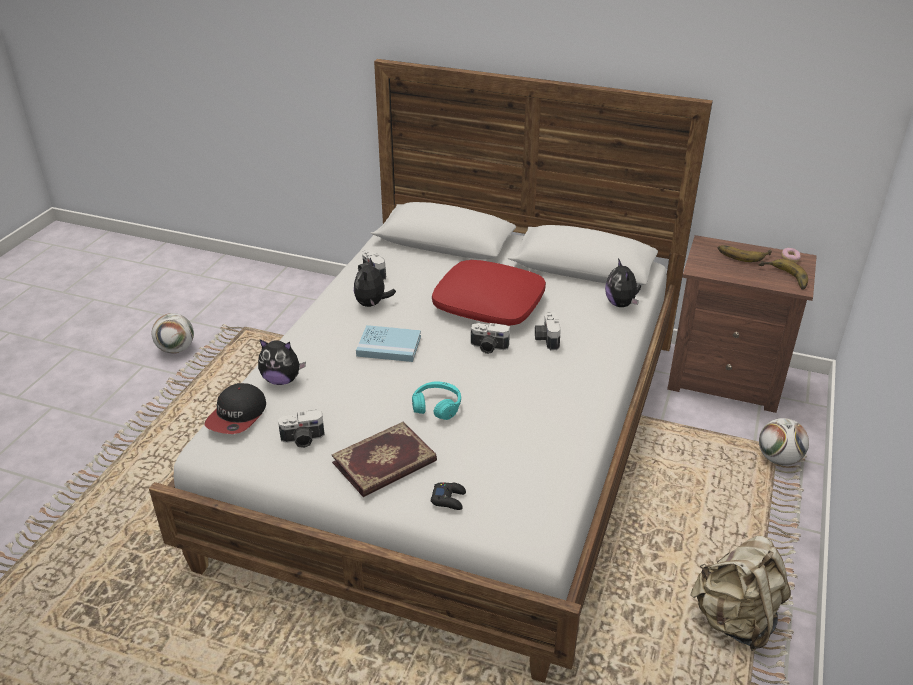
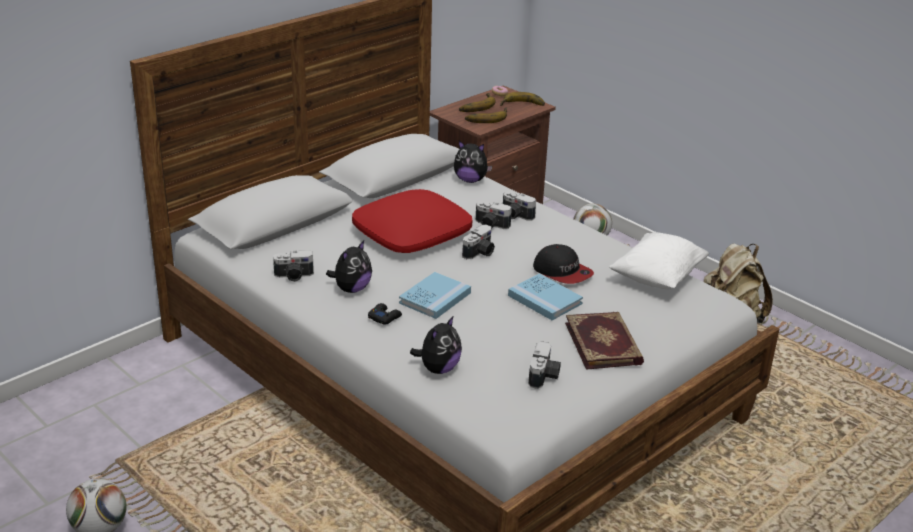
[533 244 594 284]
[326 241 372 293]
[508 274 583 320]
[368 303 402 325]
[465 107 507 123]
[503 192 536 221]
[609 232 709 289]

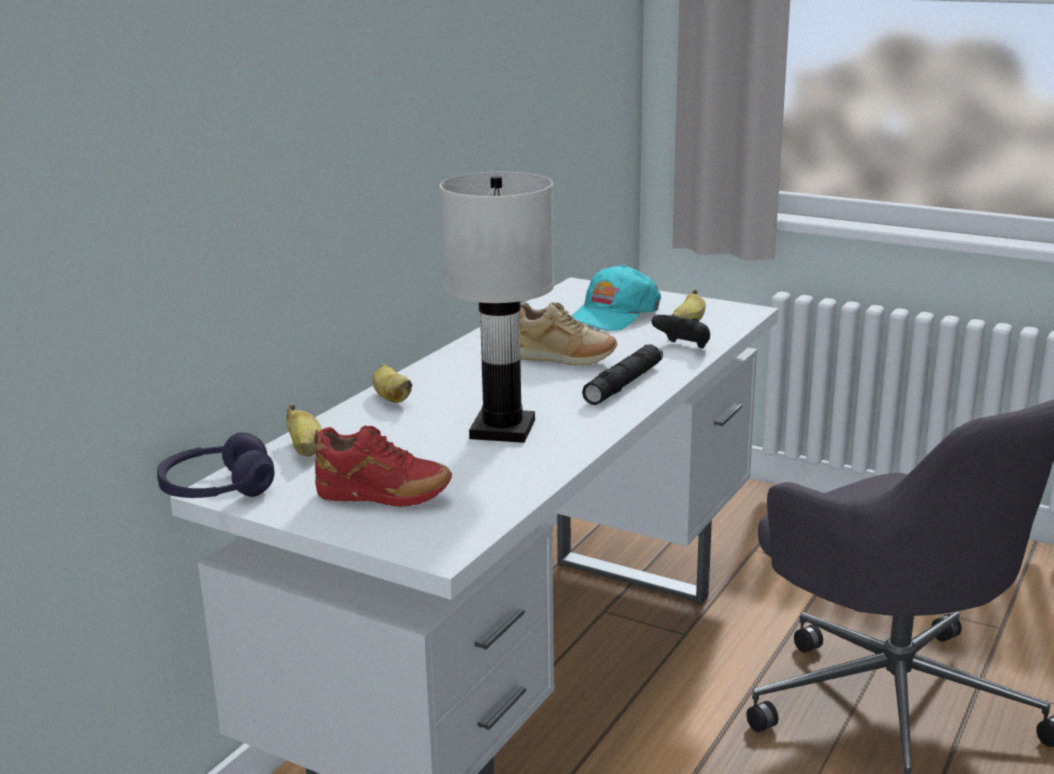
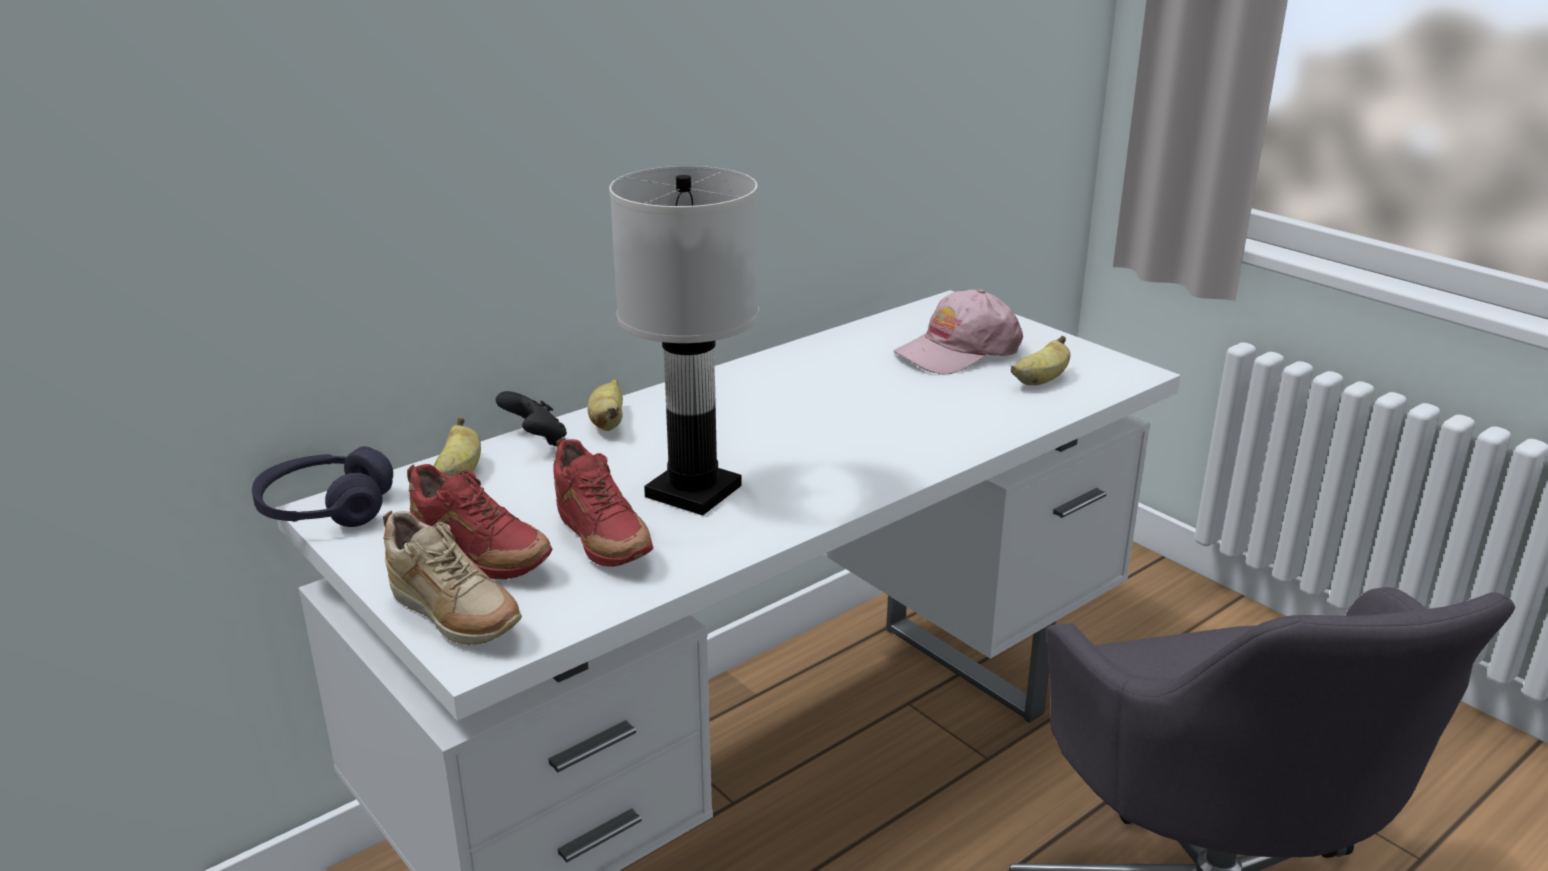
[383 511 522 645]
[894 289 1023 374]
[582 344 663 405] (first image)
[496 391 567 446]
[553 437 653 567]

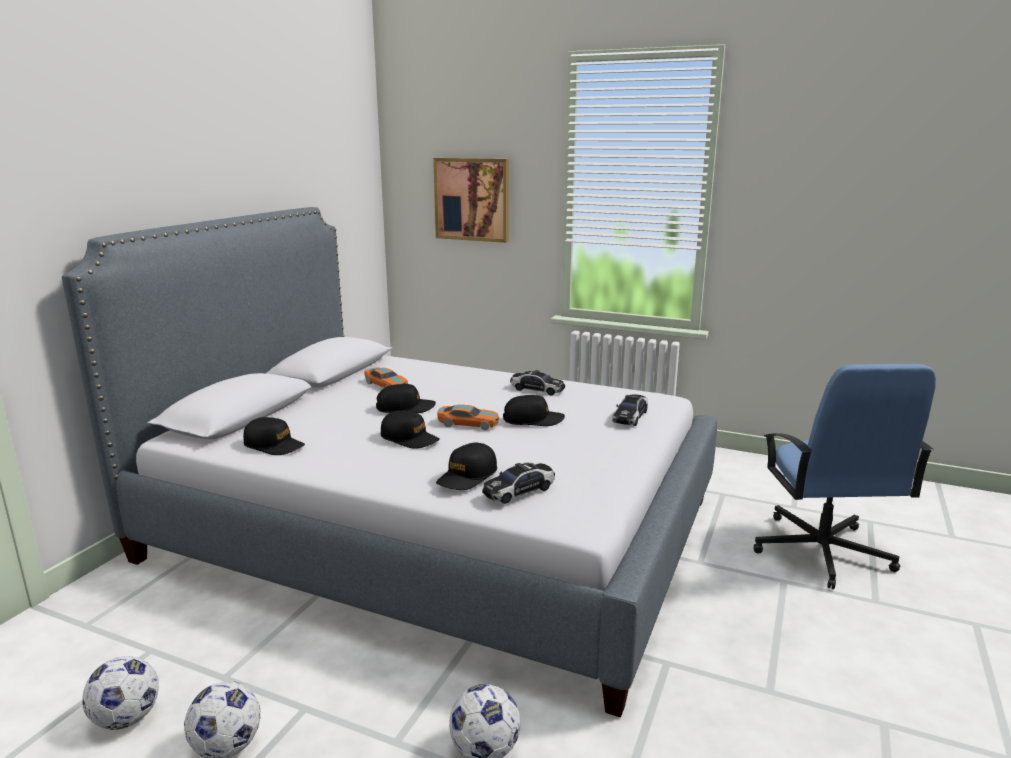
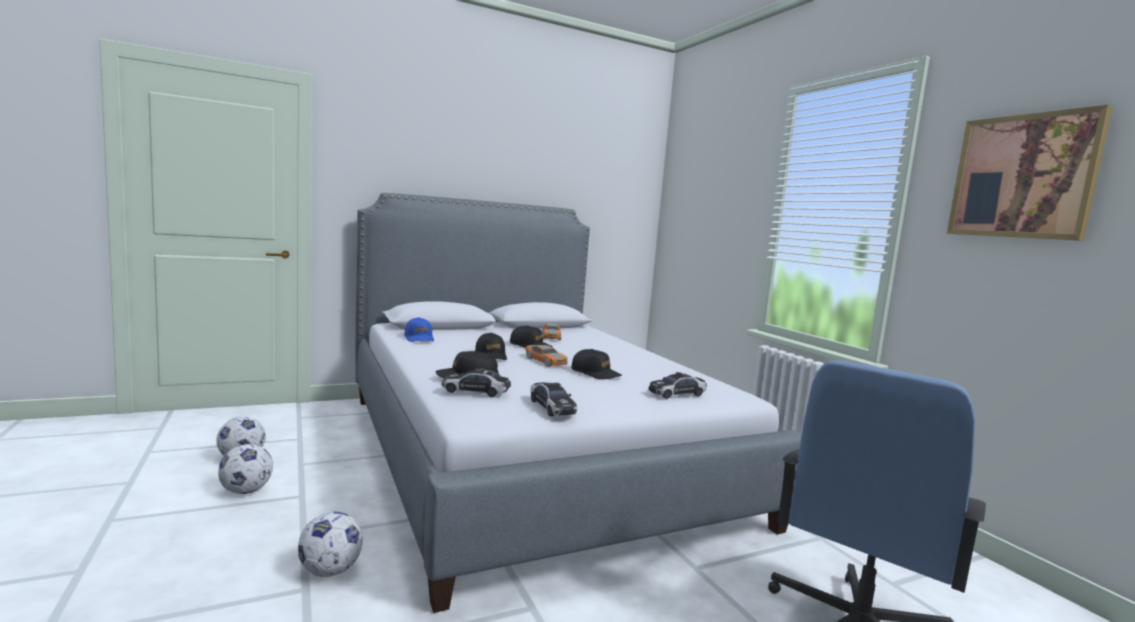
[404 317 434 342]
[947 105 1113 241]
[530 382 577 416]

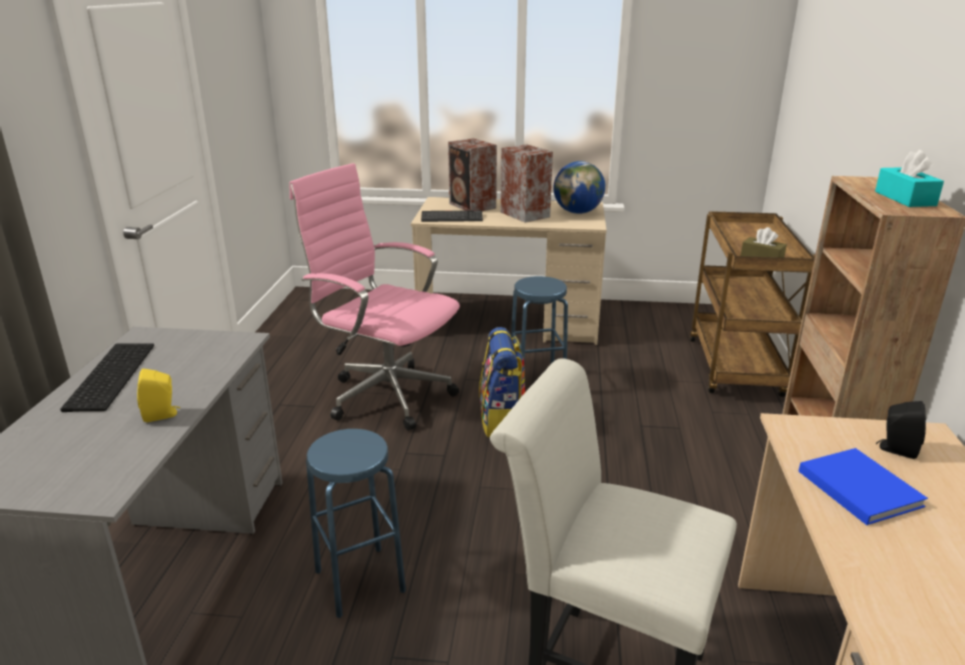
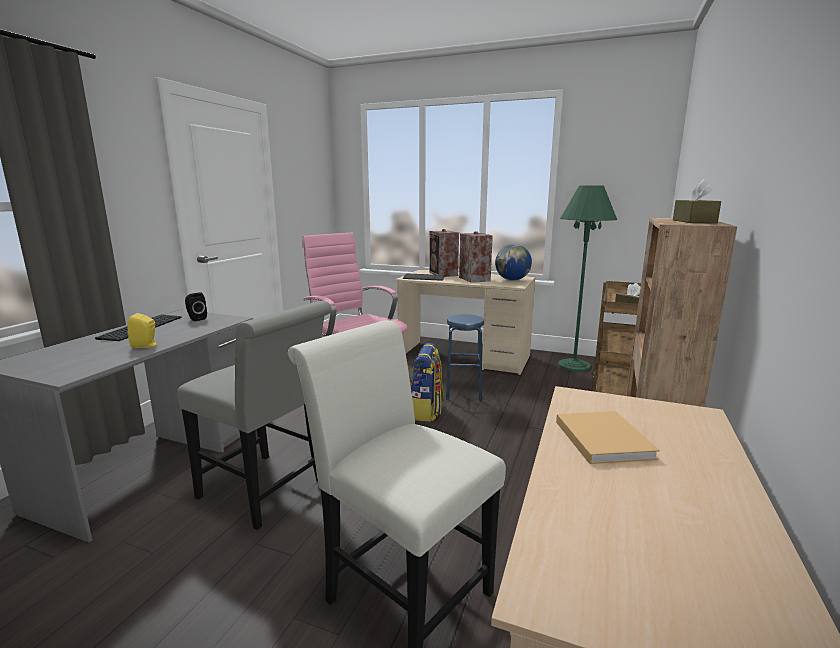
[177 301 332 530]
[556 411 660 464]
[673 180 721 223]
[185 292 207 321]
[558 185 617 372]

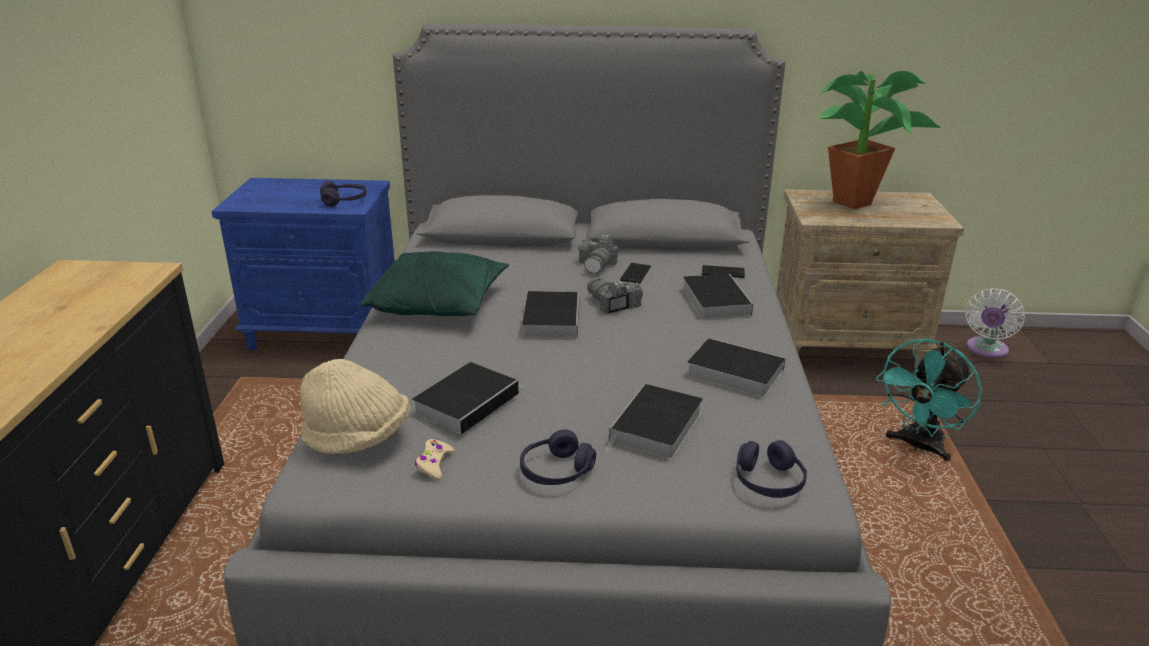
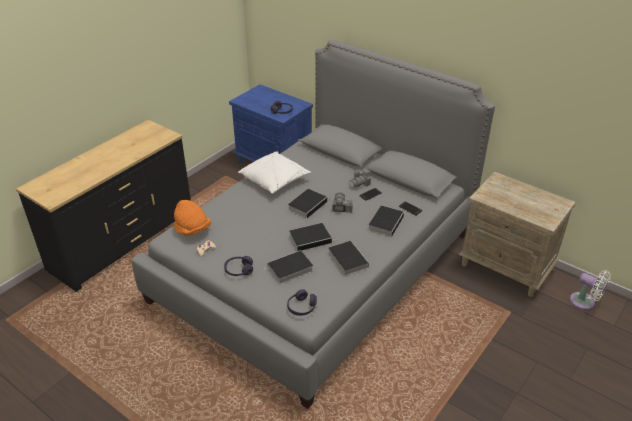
[174 200 211 236]
[238 151 311 194]
[289 223 337 251]
[818 71 942 210] (first image)
[876 339 982 461] (first image)
[570 270 611 310]

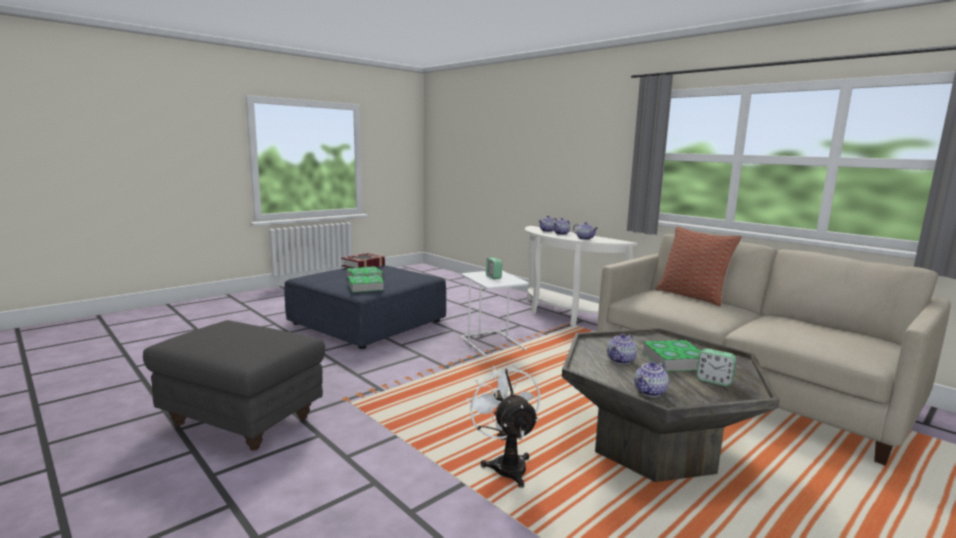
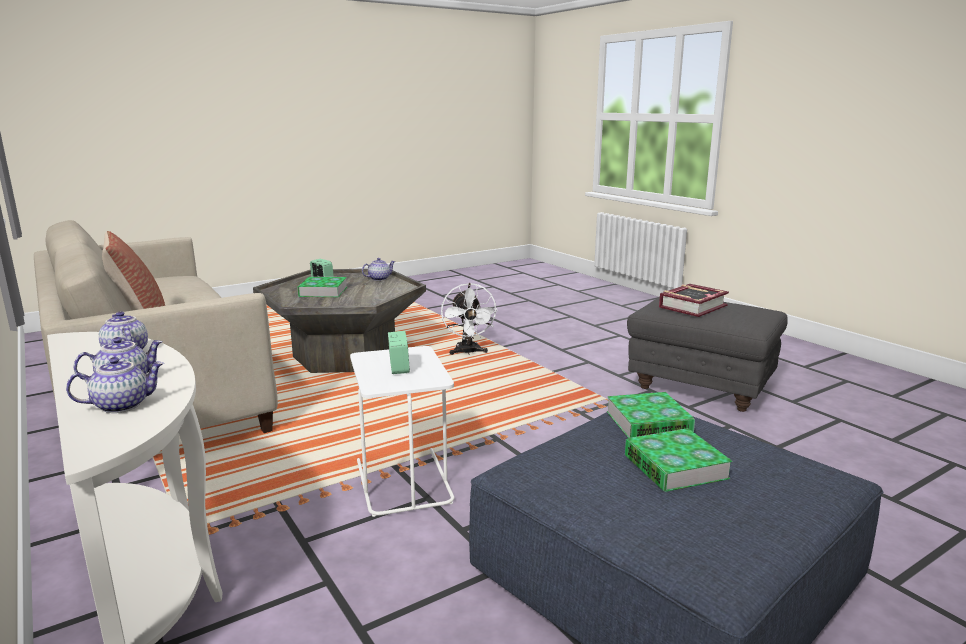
[659 284 729 317]
[607 333 637 364] (first image)

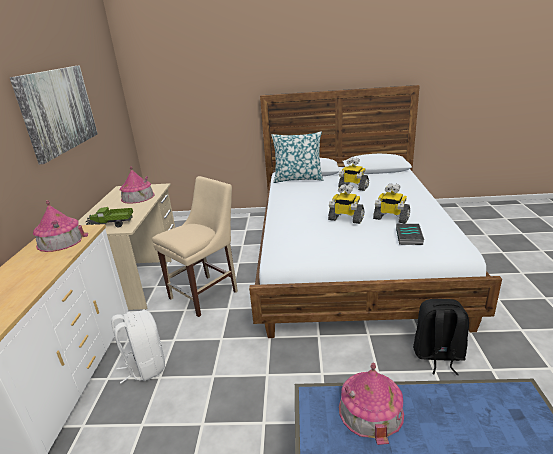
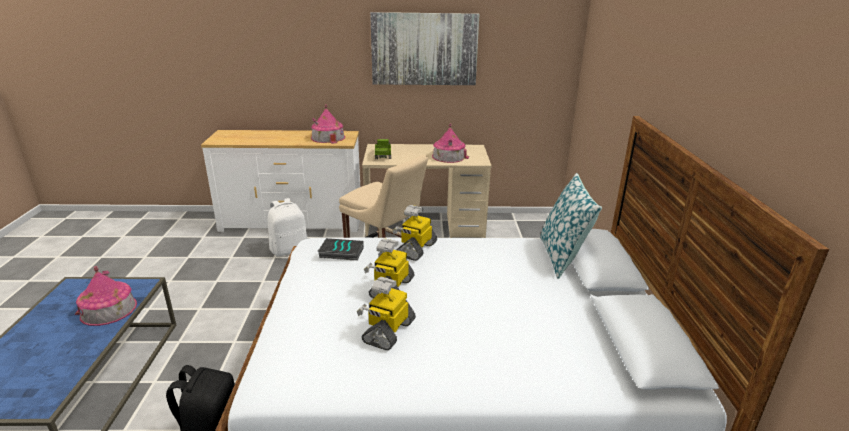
[393 205 437 261]
[318 238 364 261]

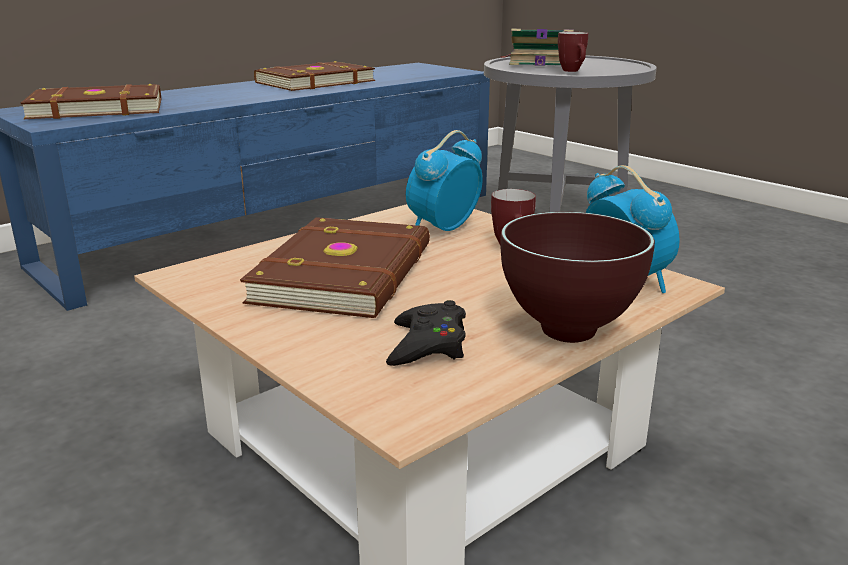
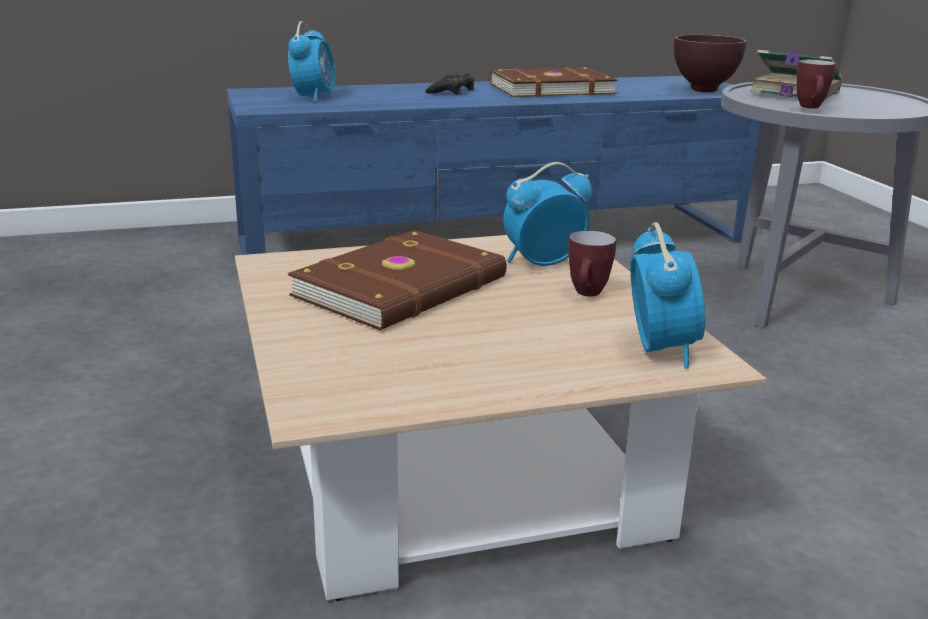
[288 21 335 102]
[425 73 474 95]
[674 35 747 92]

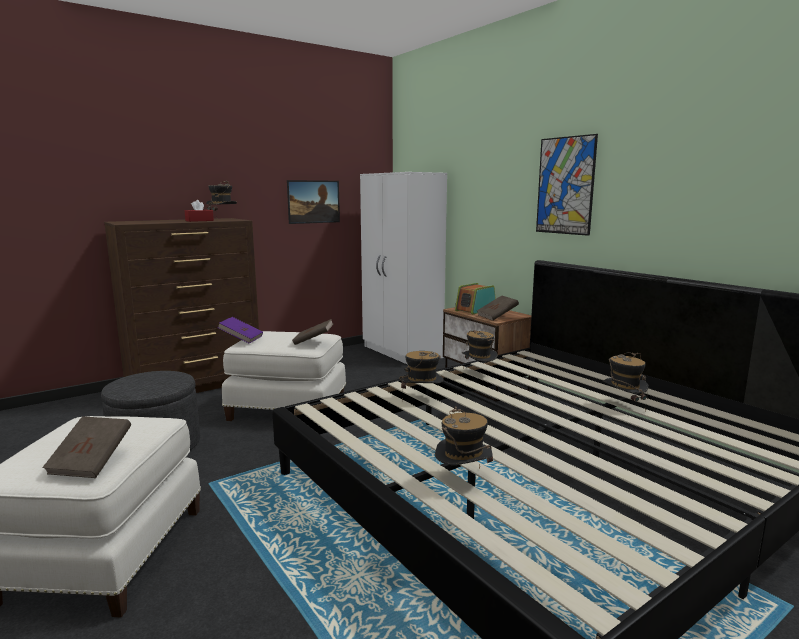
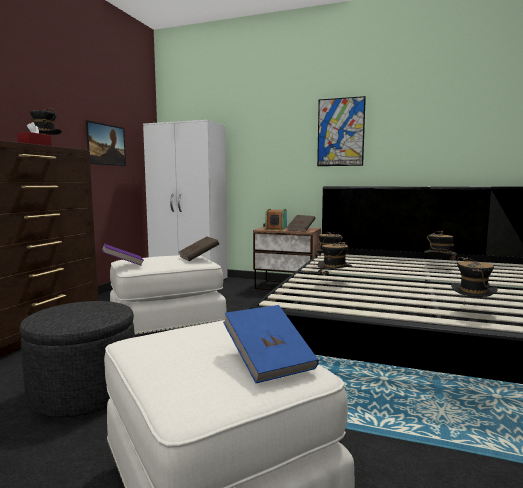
[223 305 319 383]

